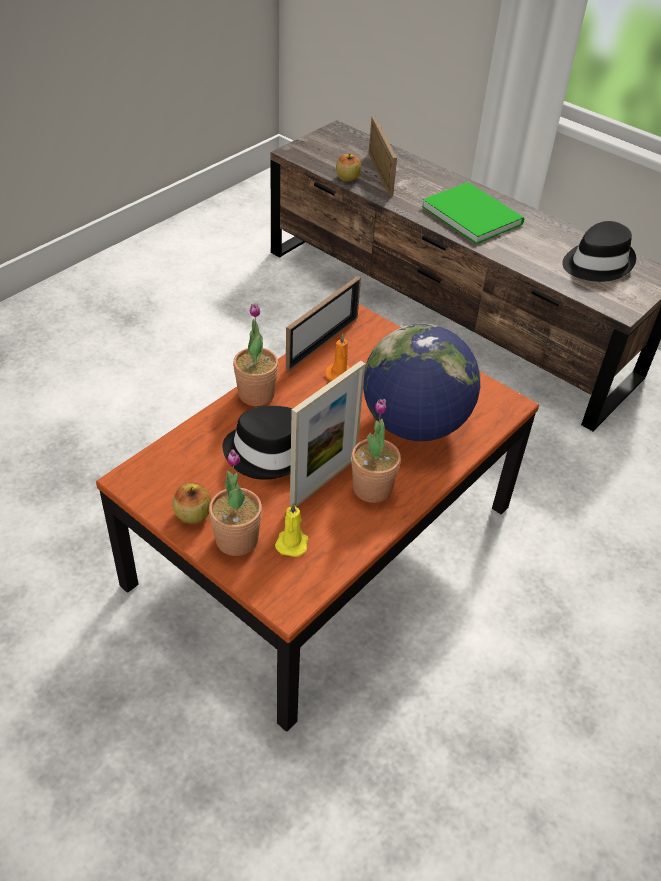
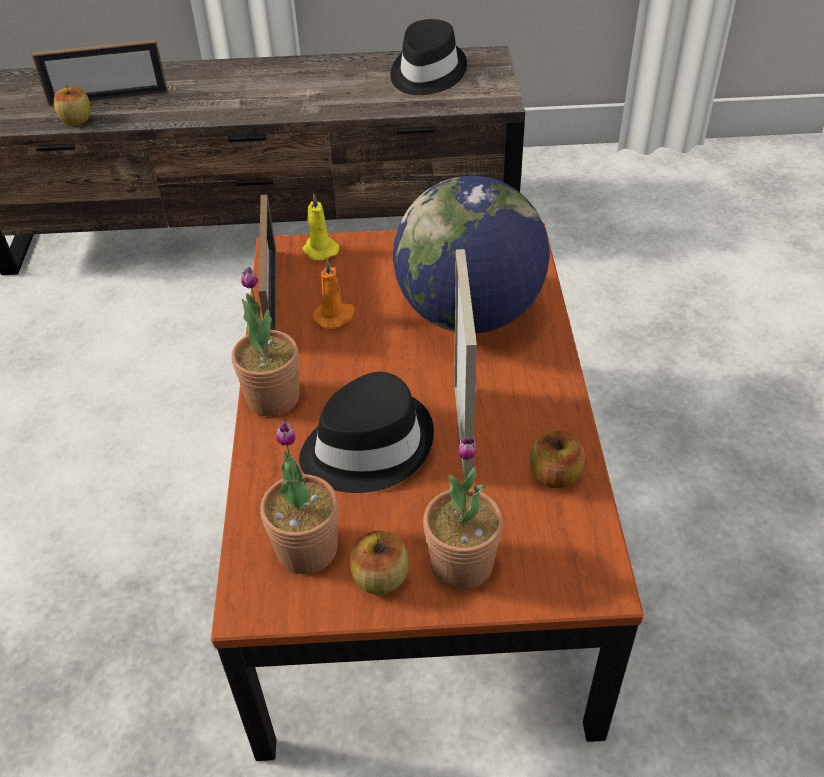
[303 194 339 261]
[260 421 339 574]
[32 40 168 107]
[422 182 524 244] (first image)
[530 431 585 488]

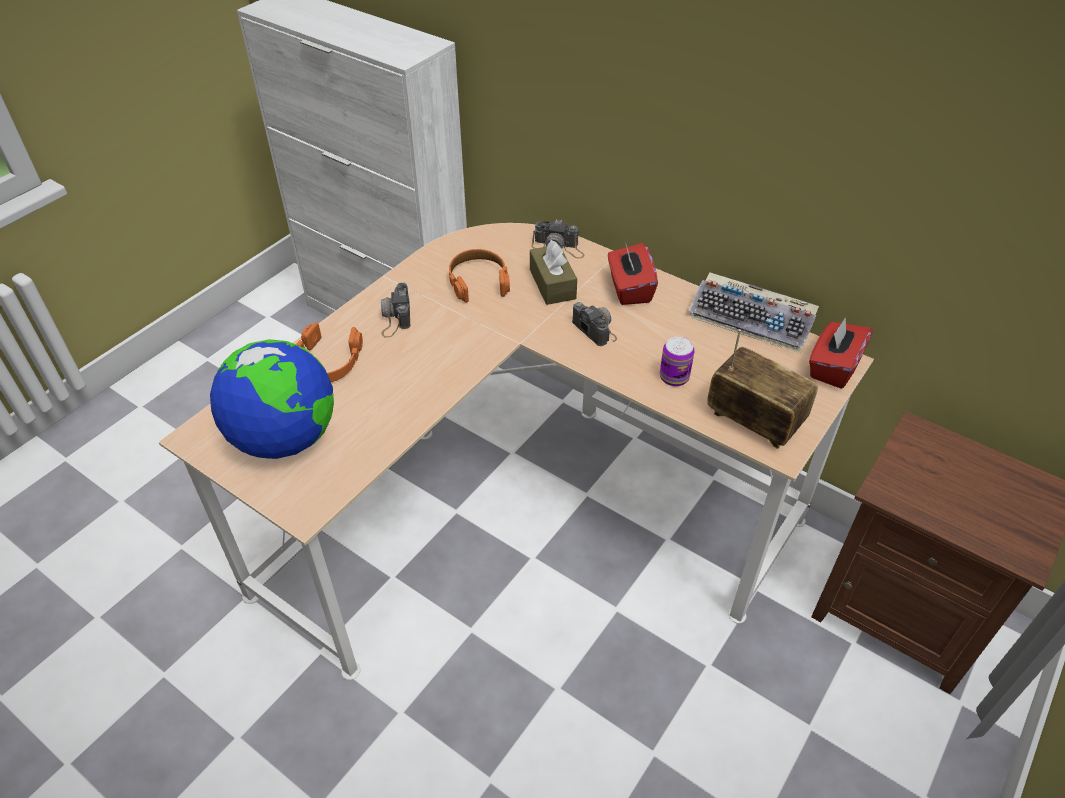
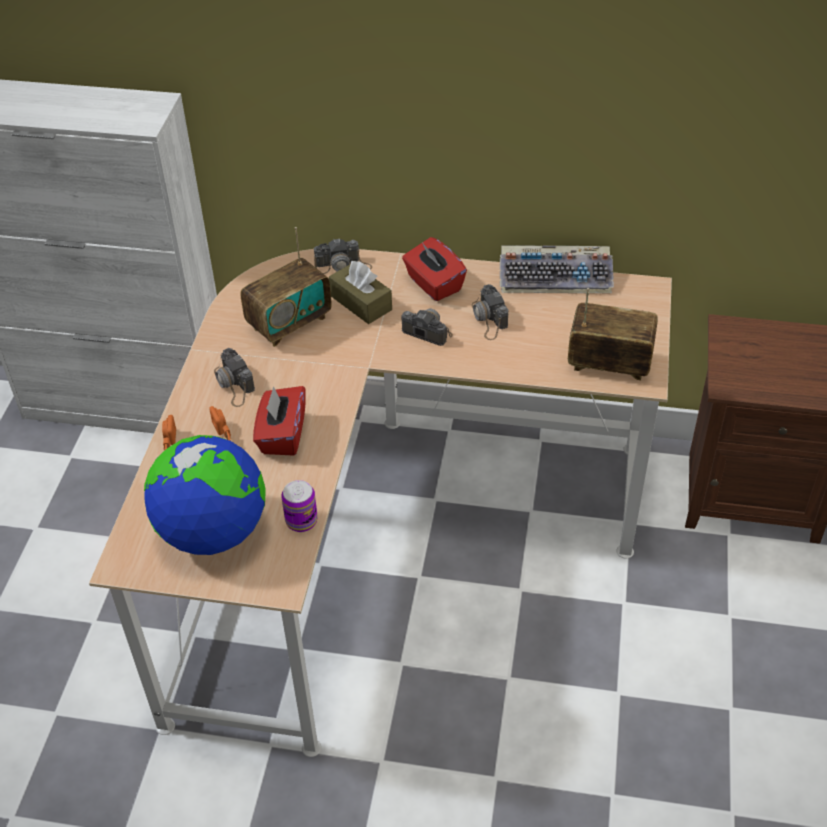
[241 227 332 347]
[281 480 318 532]
[253 386 306 456]
[471 284 508 340]

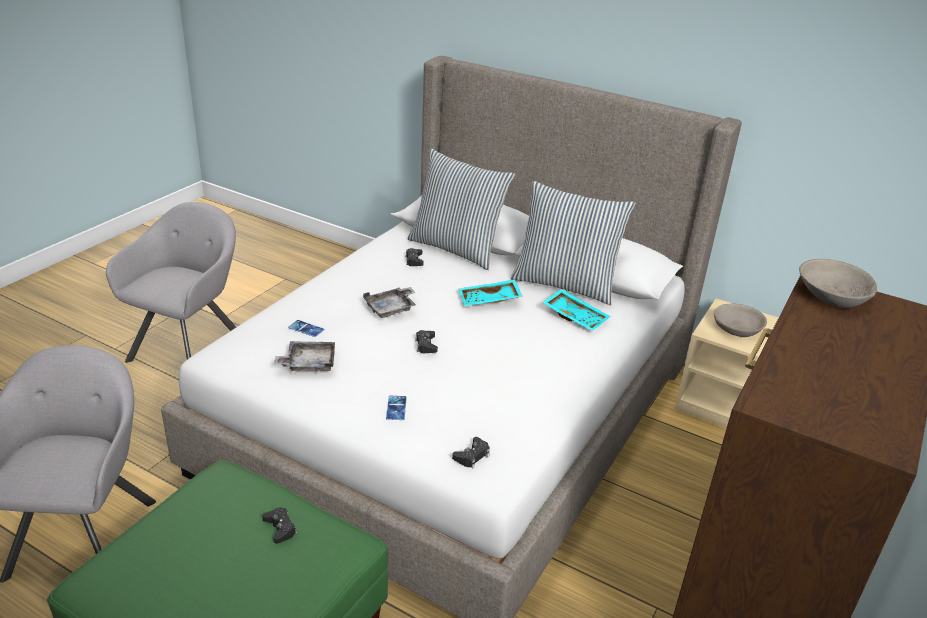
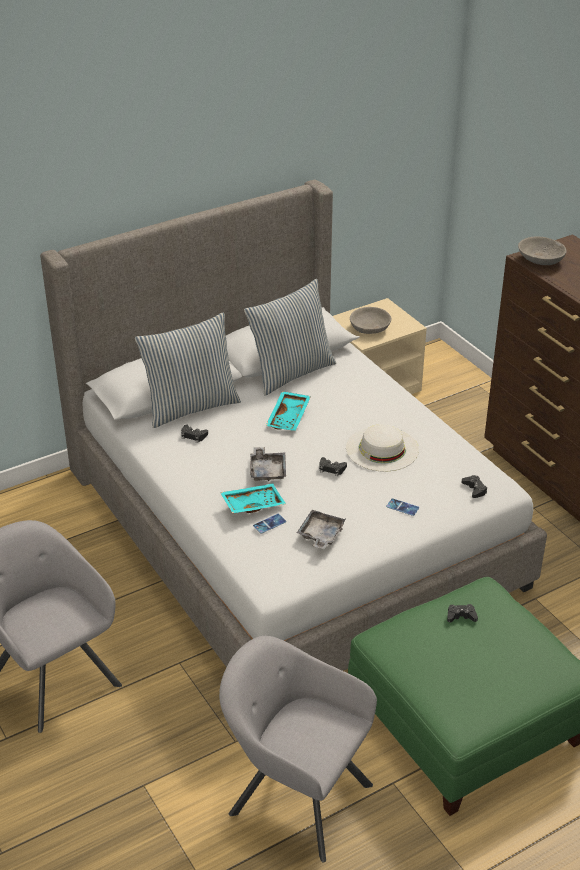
[220 483 286 513]
[346 424 419 472]

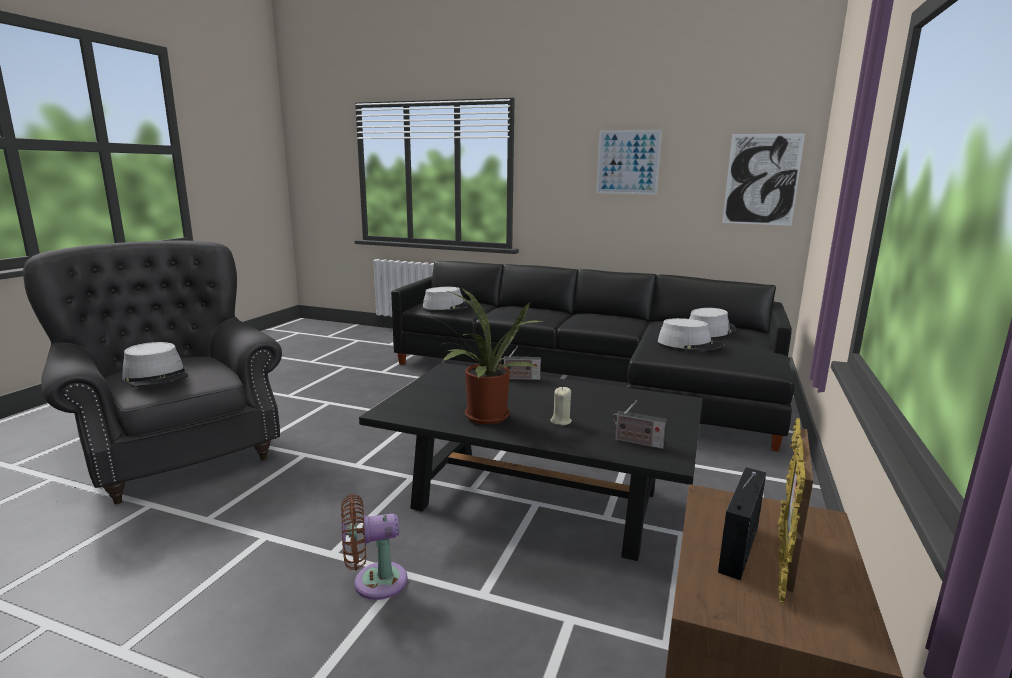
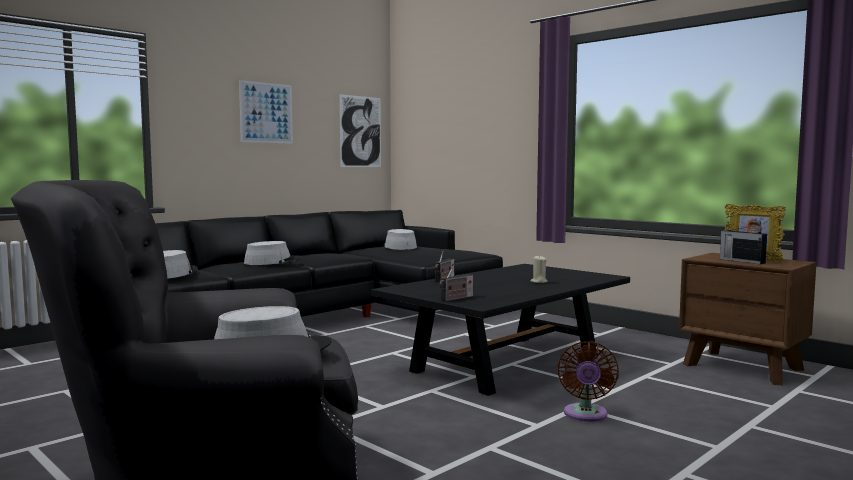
[428 288 543 425] (first image)
[440 265 473 301]
[244 241 301 265]

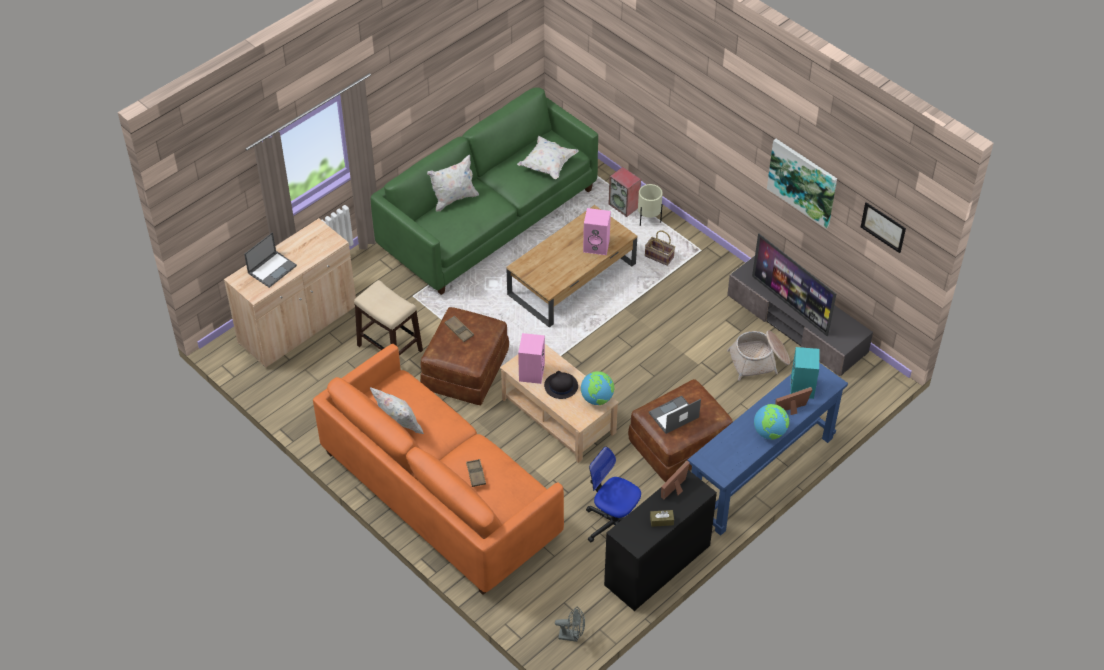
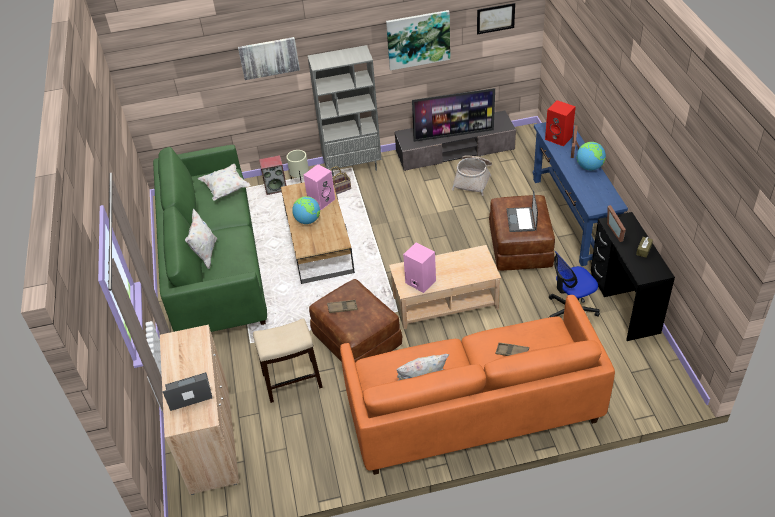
[162 372 212 411]
[544 371 578 399] (first image)
[555 607 585 642] (first image)
[292 196 320 224]
[545 100 576 146]
[238 37 300 80]
[308 45 382 177]

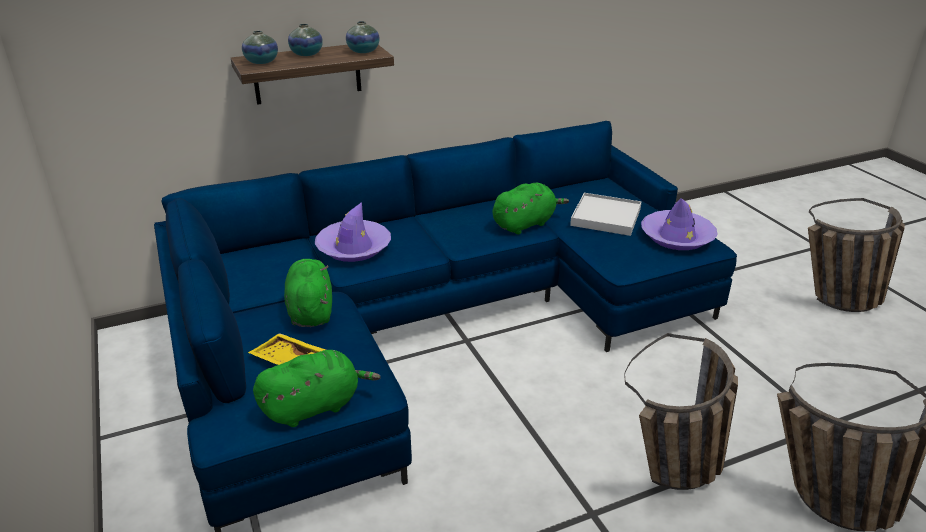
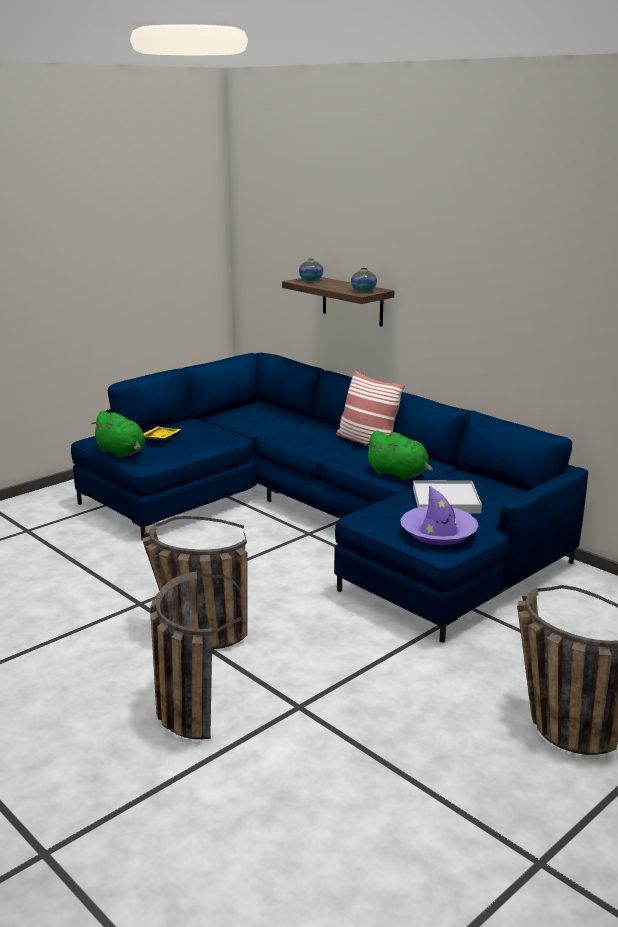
[284 259 332 327] (first image)
[288 24 323 56] (first image)
[315 202 391 262] (first image)
[336 370 405 446]

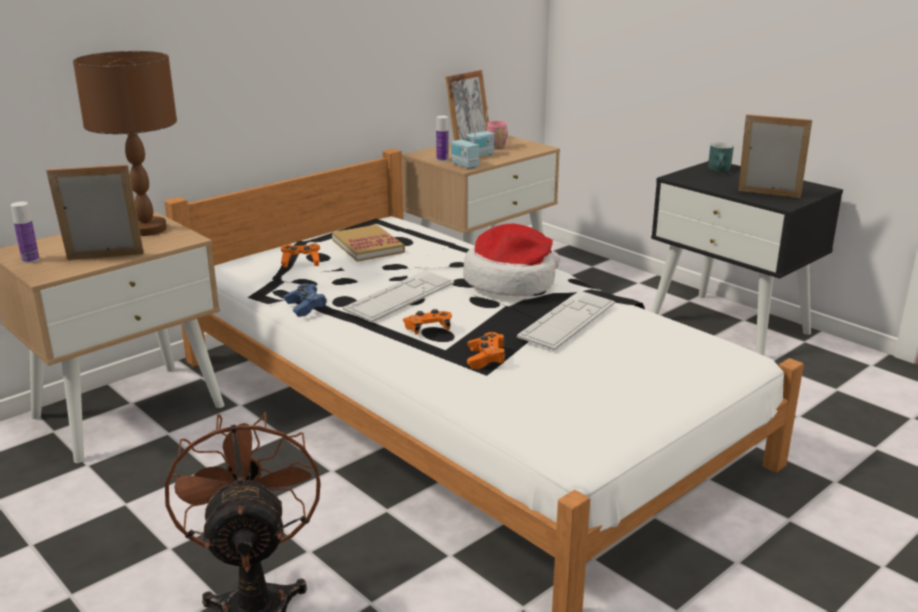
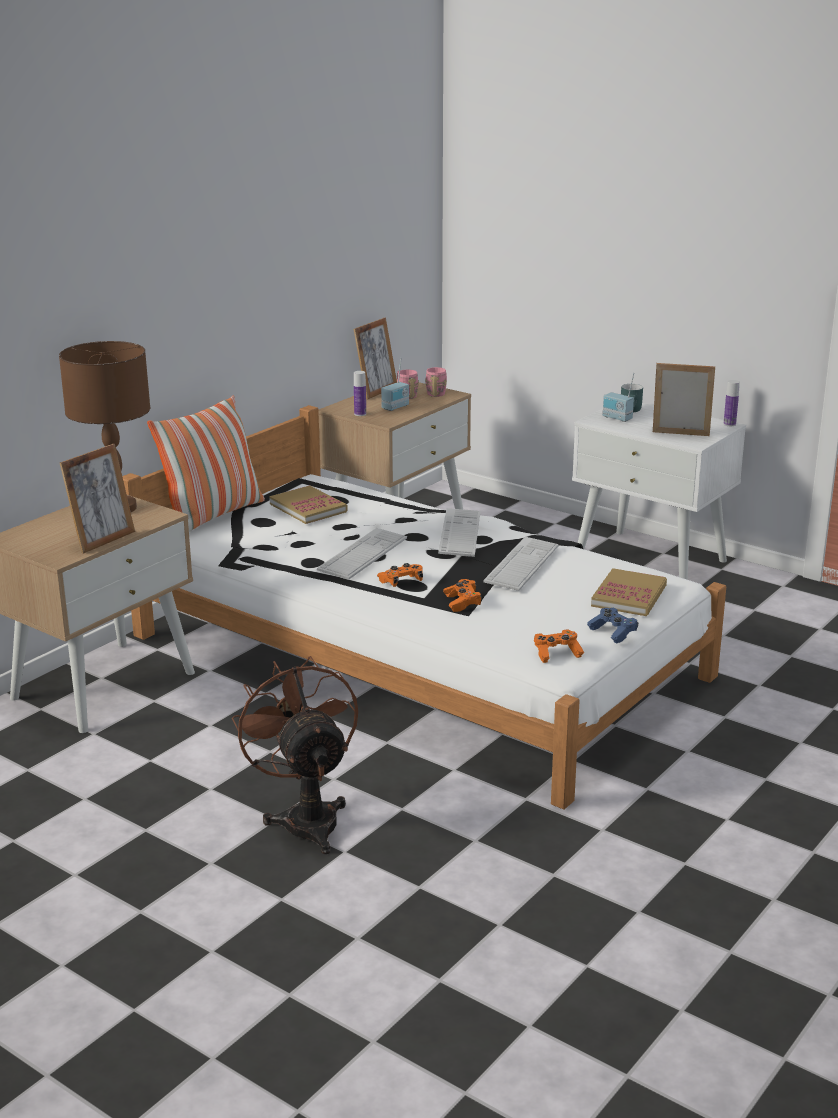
[724 380 740 426]
[60 444 135 554]
[534 629 584 663]
[587 608 638 643]
[603 373 634 422]
[438 508 480 557]
[572 403 746 580]
[147 396 265 532]
[425 367 447 397]
[591 568 667 616]

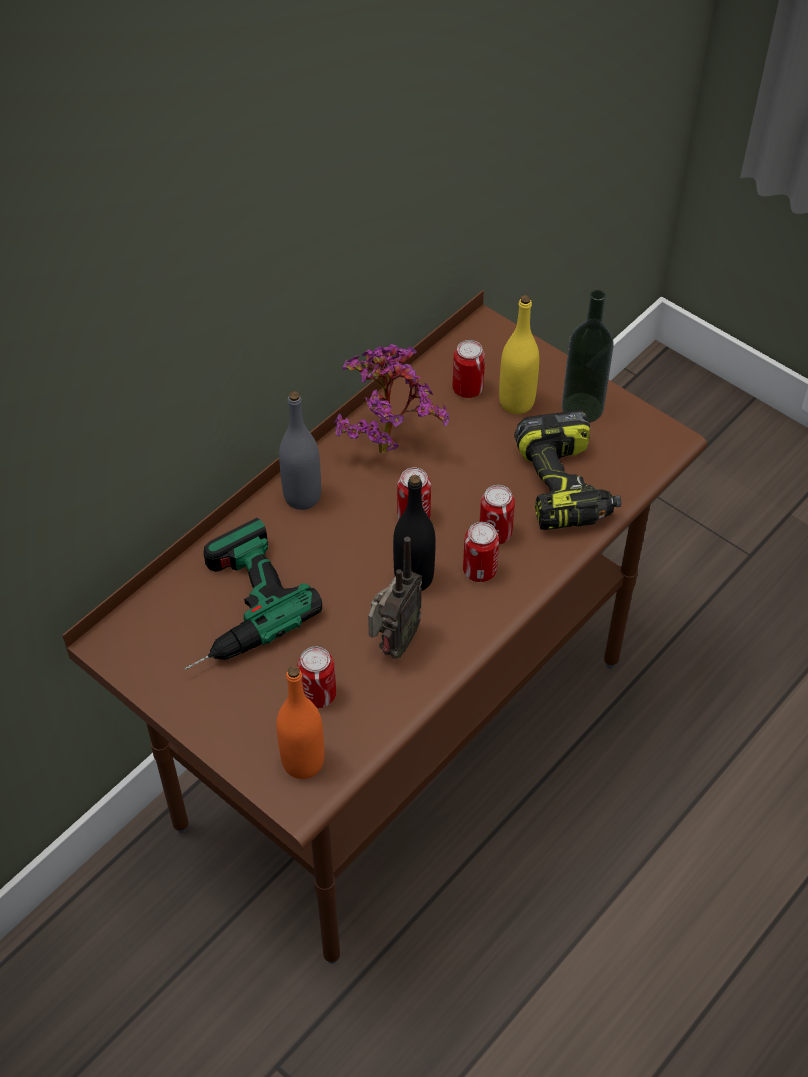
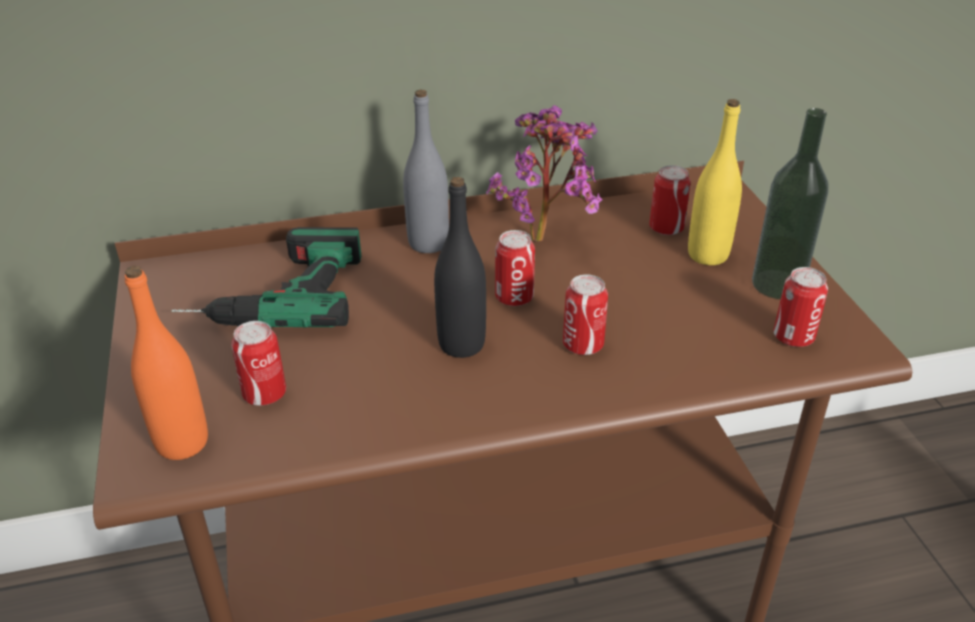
[368 537 422 659] (first image)
[773 267 828 347]
[514 410 621 530] (first image)

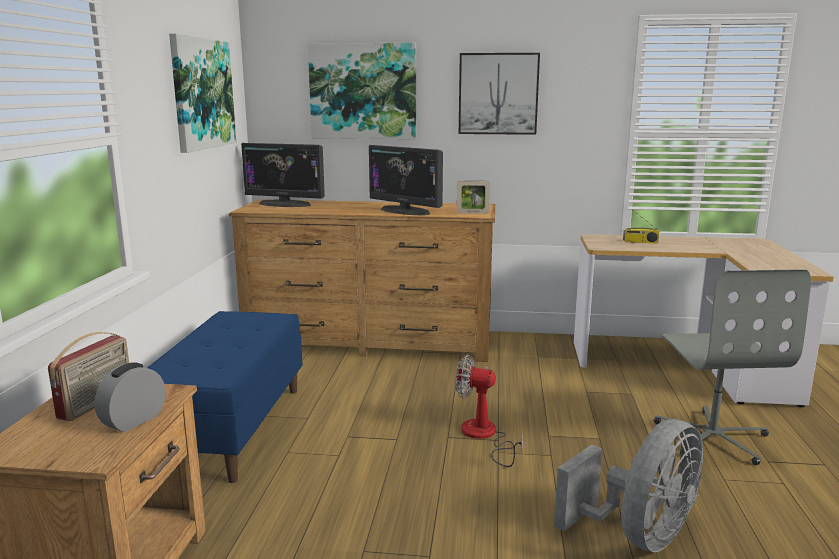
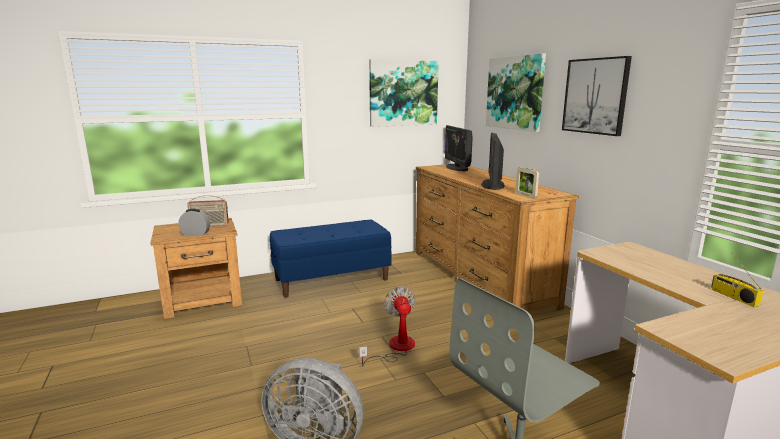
[711 252 764 307]

